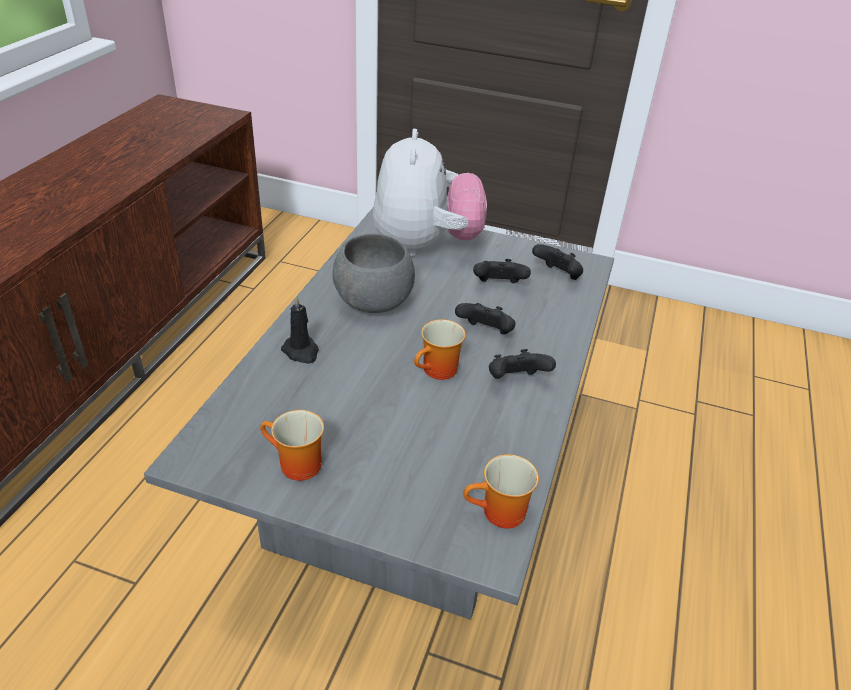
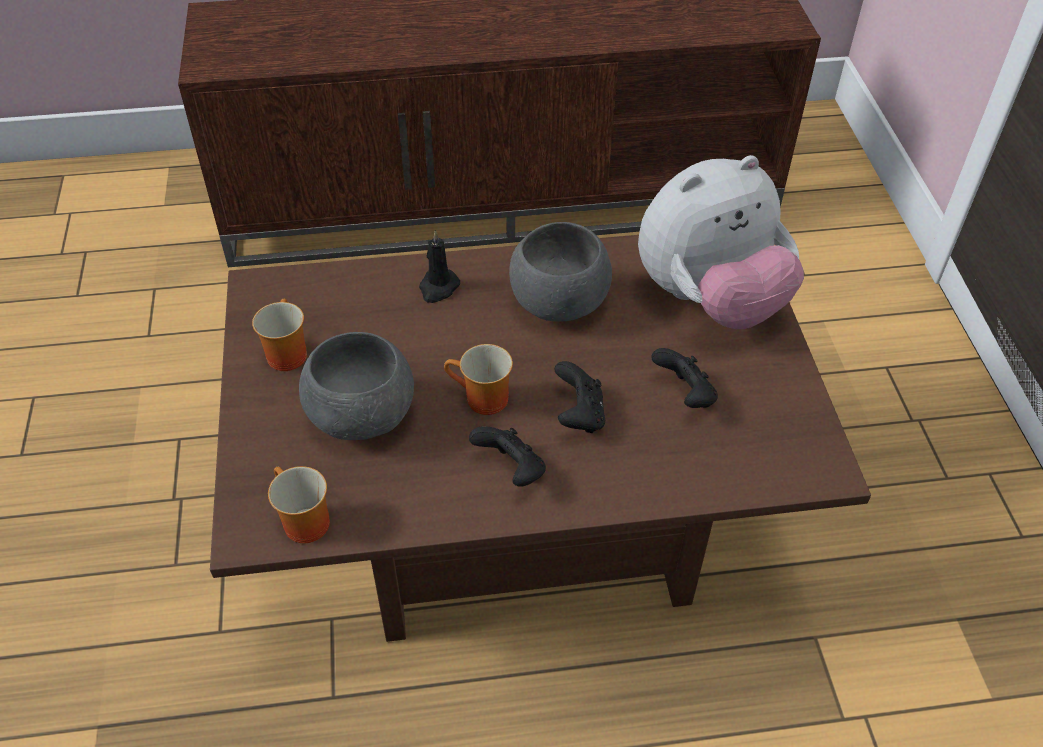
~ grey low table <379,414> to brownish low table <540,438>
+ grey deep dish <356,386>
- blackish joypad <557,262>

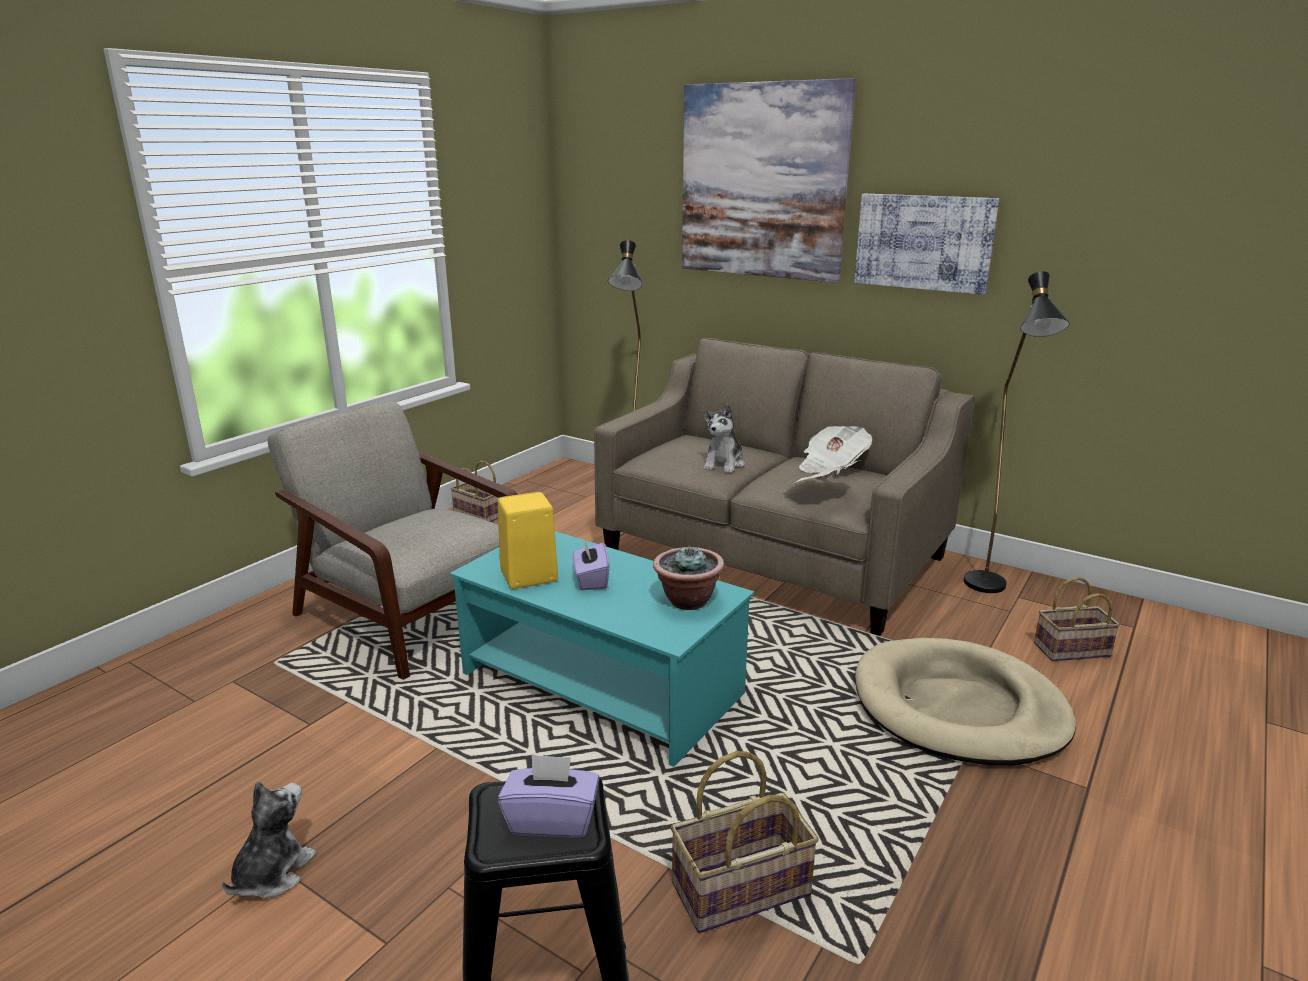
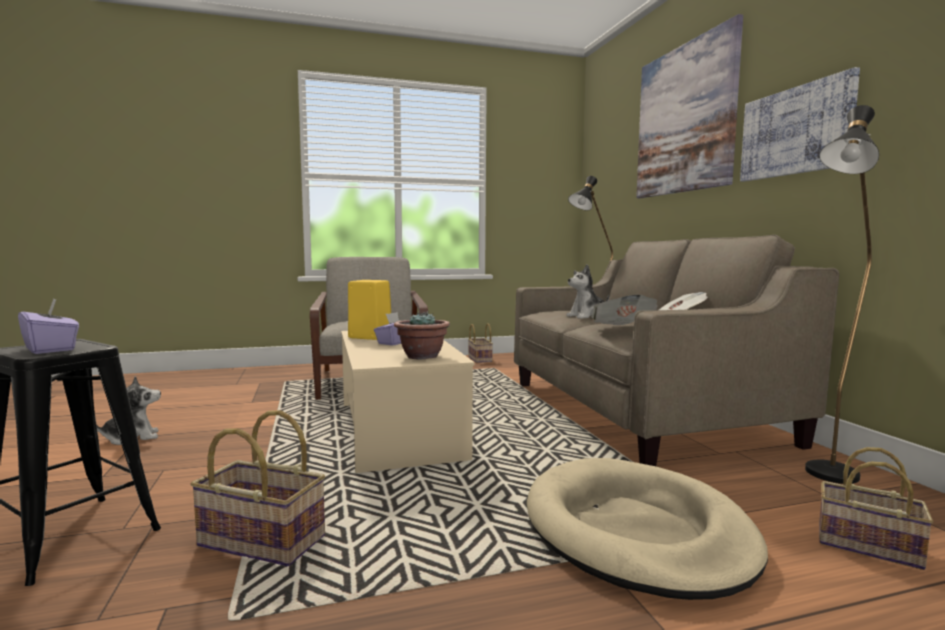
~ turquoise-coloured low table <602,649> to sand-coloured low table <408,402>

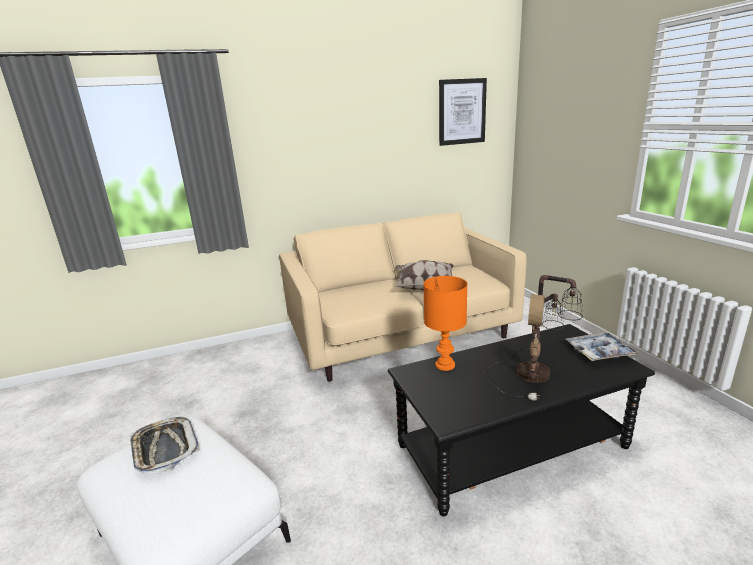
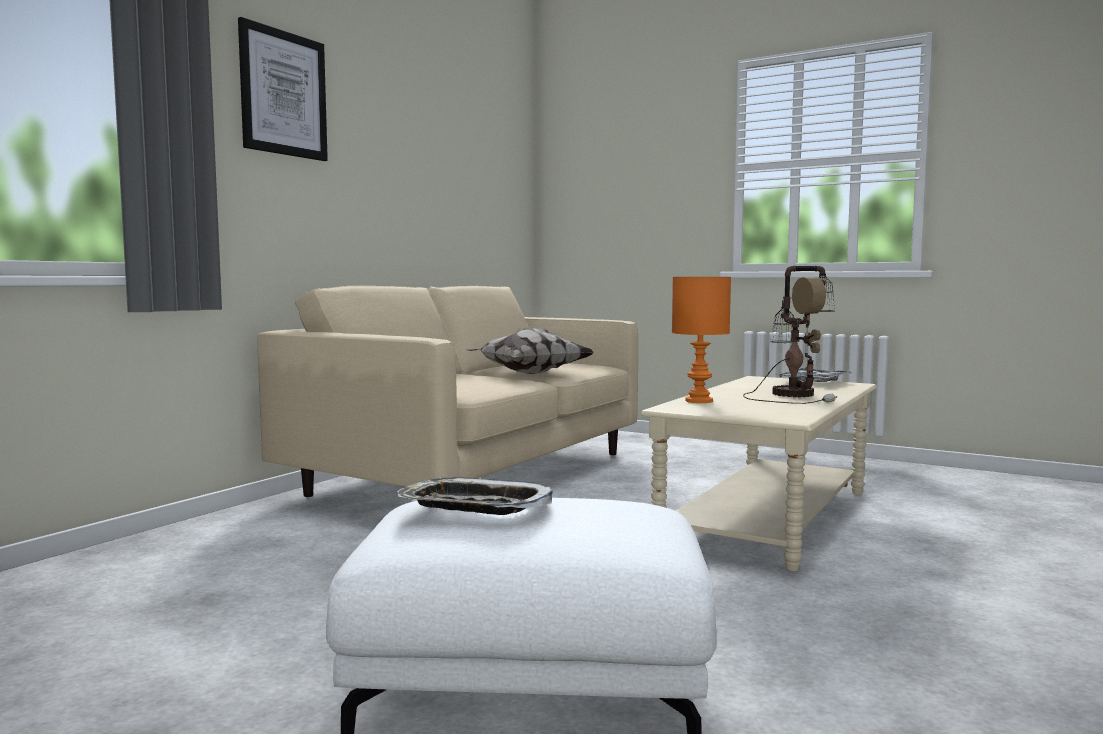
~ wall art <463,112> to <283,89>
~ blackish low table <521,420> to sand-coloured low table <758,473>

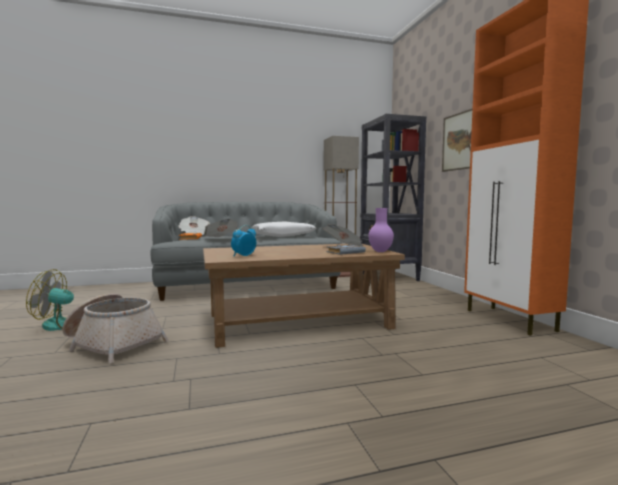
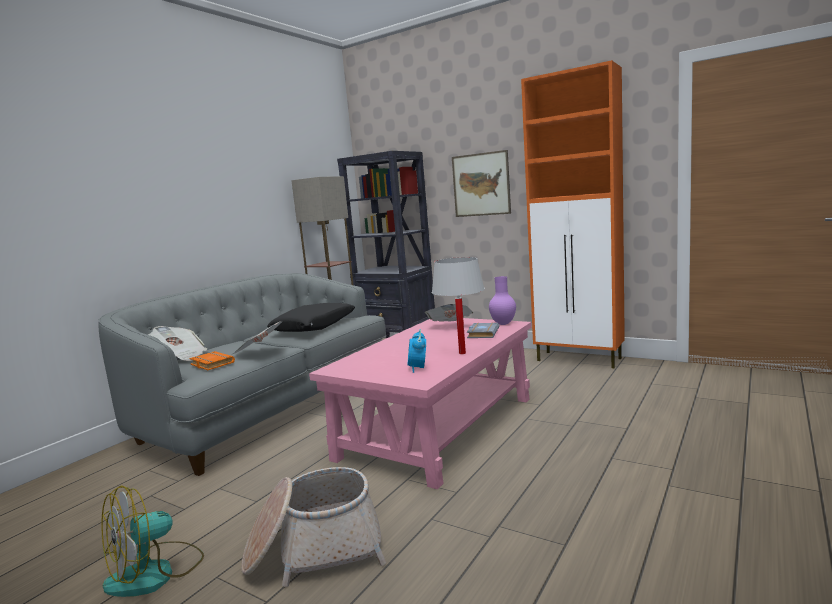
~ white-coloured throw pillow <283,229> to blackish throw pillow <311,317>
~ brownish low table <304,295> to pink-coloured low table <420,404>
+ white-coloured lamp for a table <458,305>

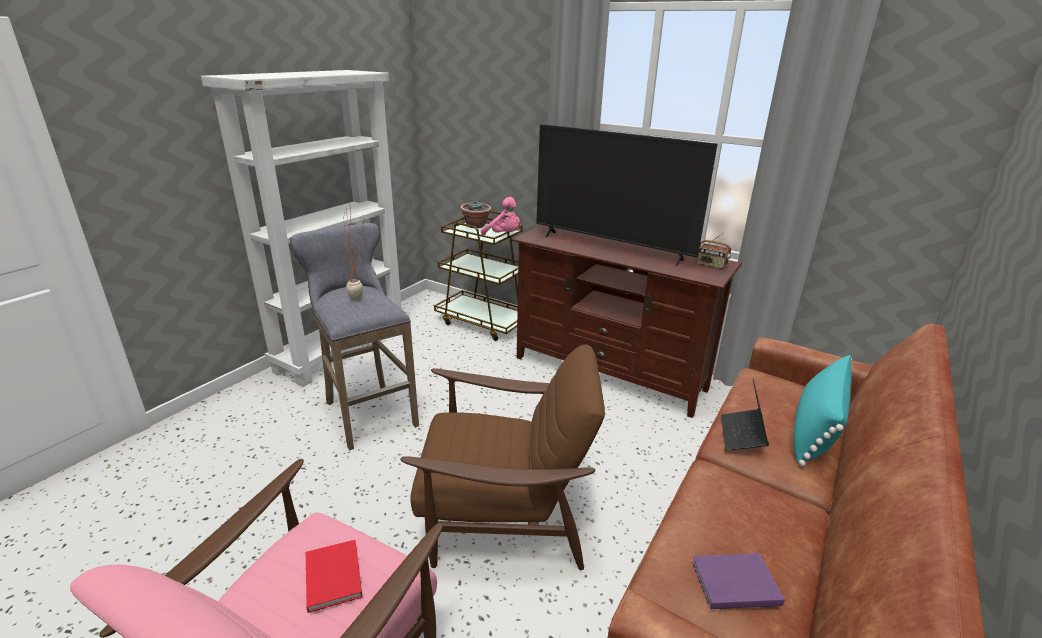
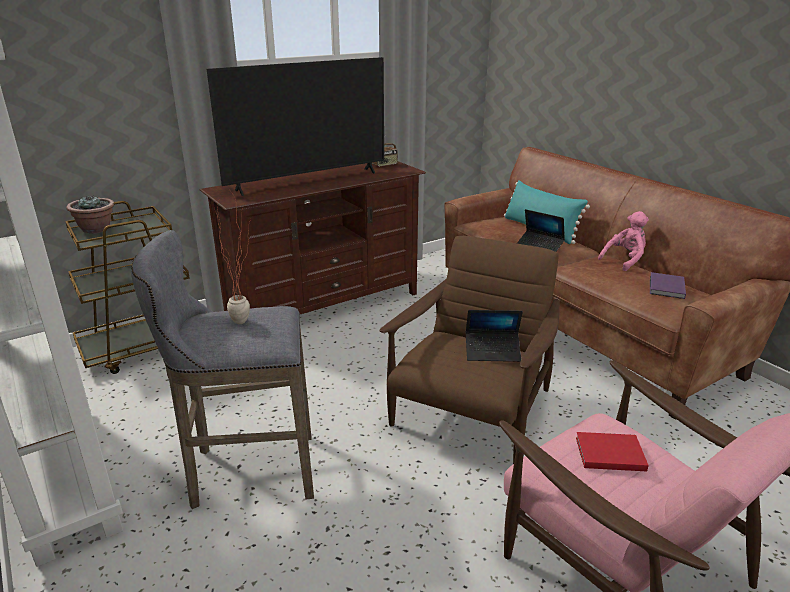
+ portable computer <494,336>
~ pink-coloured plush toy <500,216> to <623,241>

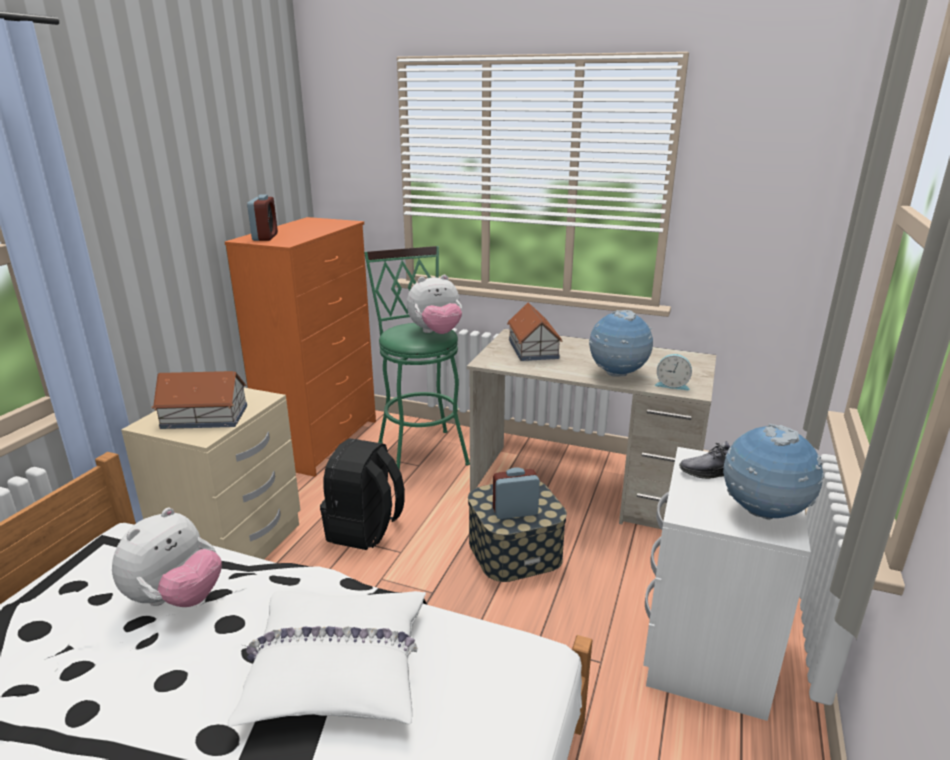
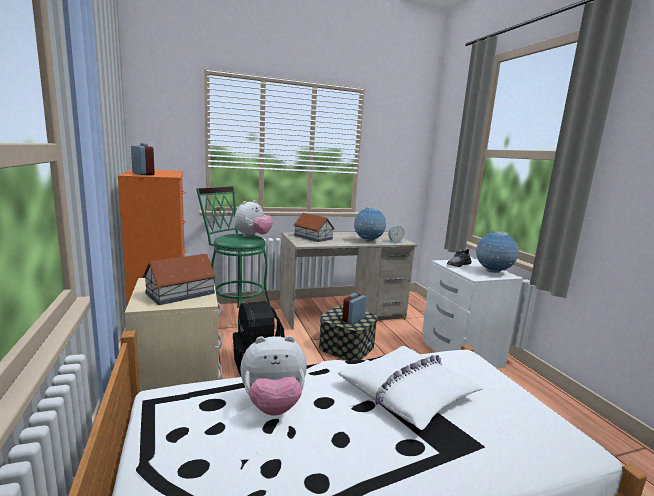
~ plush toy <167,557> = <273,376> 90 degrees clockwise

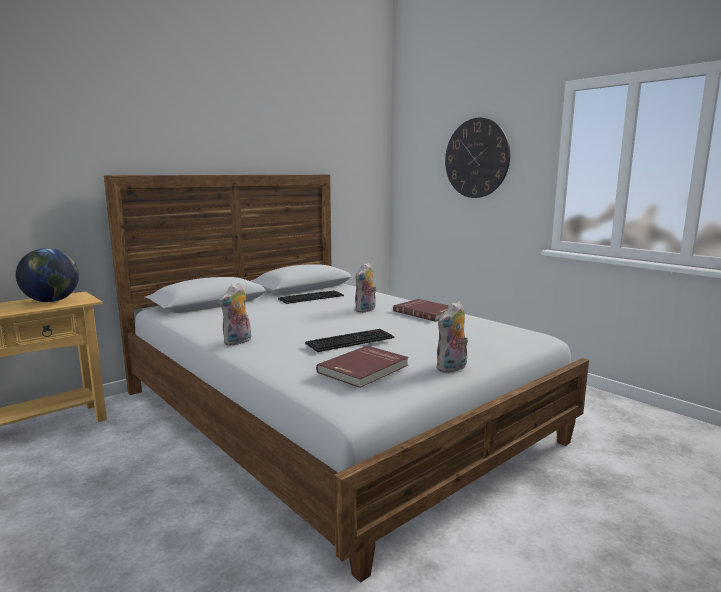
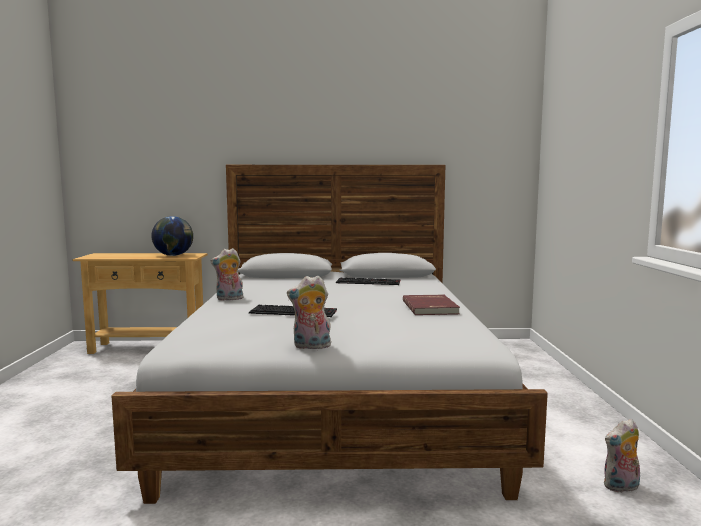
~ plush toy <365,287> to <622,456>
- red volume <362,367>
- clock on the wall <477,158>

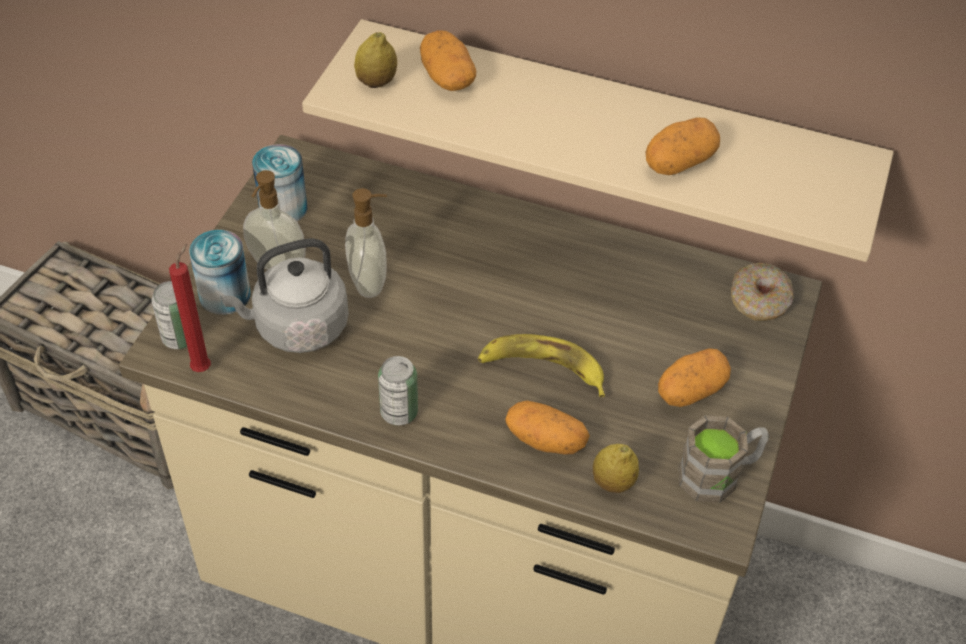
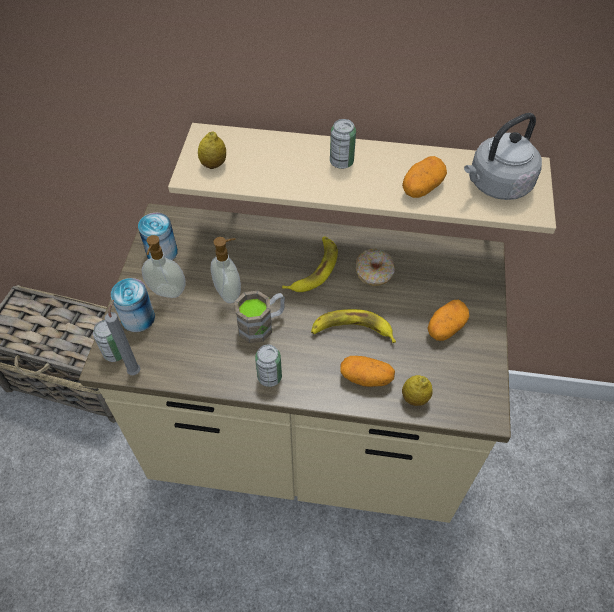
~ red wax candle <190,308> to grey wax candle <123,337>
~ brownish mug <724,459> to <260,317>
+ whole banana <310,264>
+ can <343,144>
~ ring doughnut <762,292> to <375,267>
~ grey kettle <285,295> to <503,156>
- whole potato <448,60>

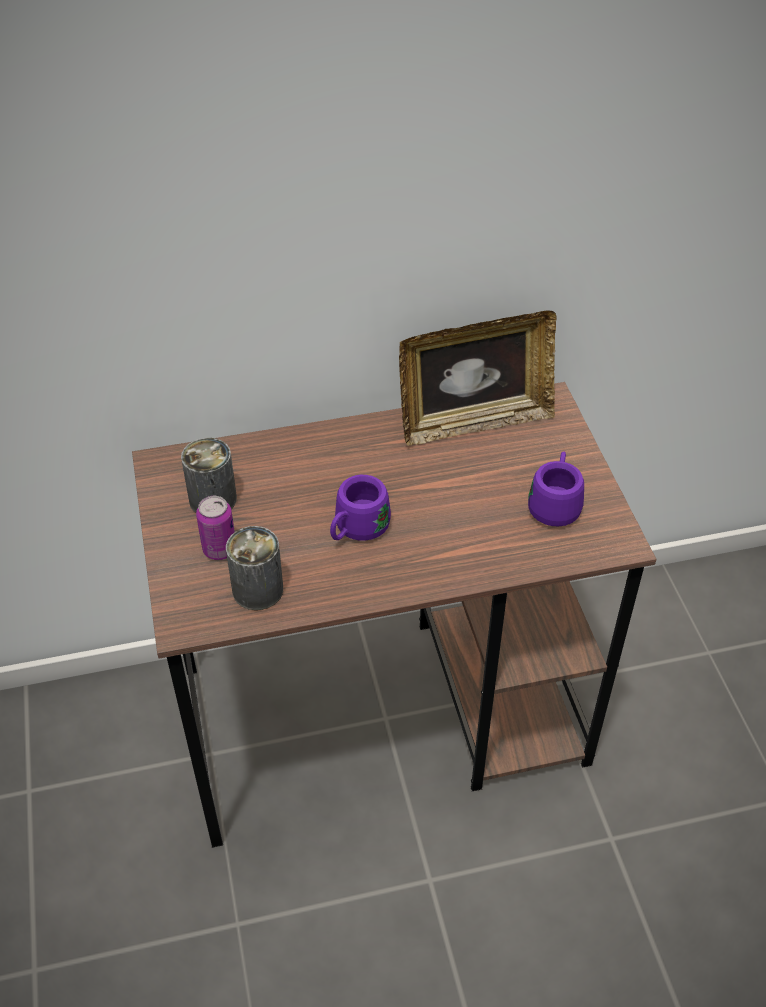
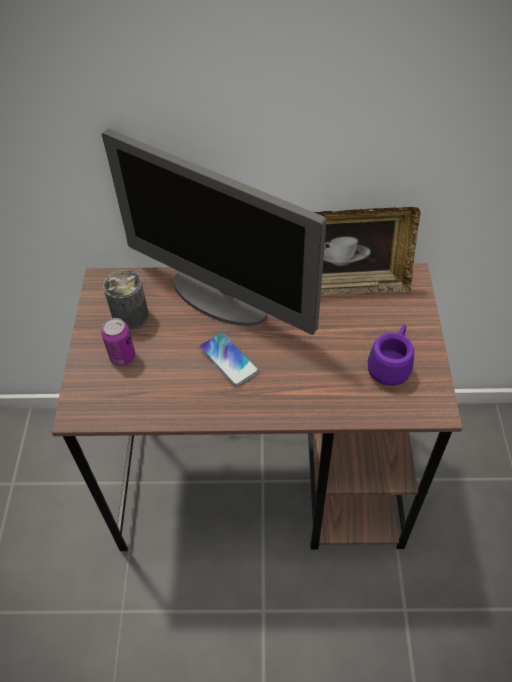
+ computer screen <214,232>
~ purplish mug <360,508> to handset <229,359>
- can <254,568>

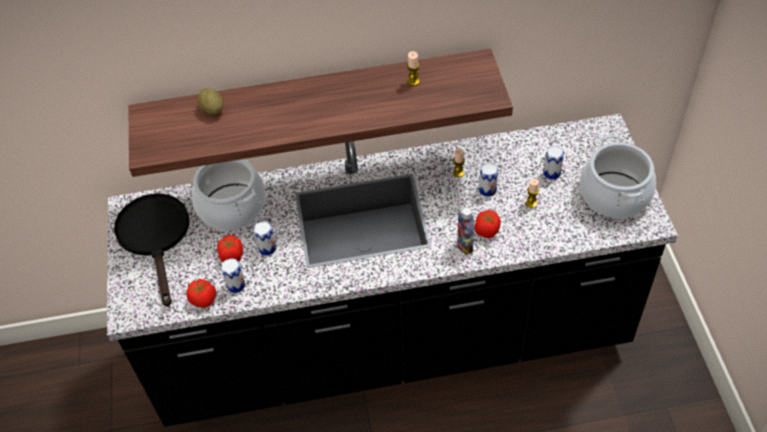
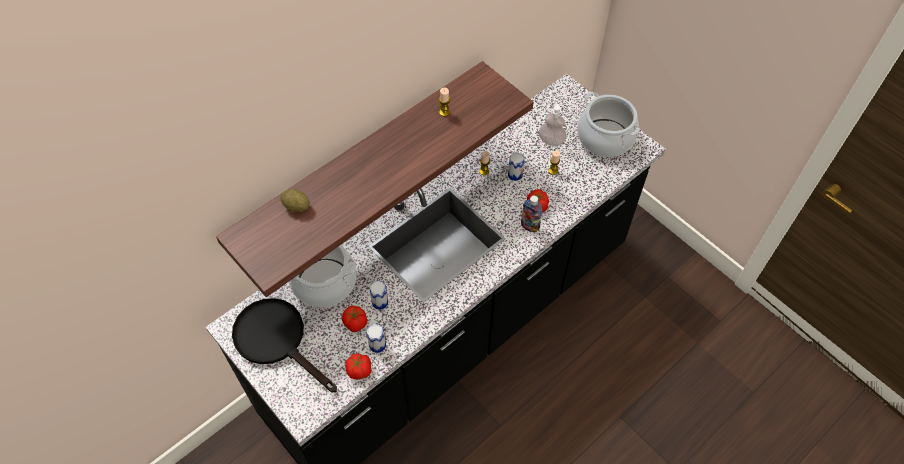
~ can <553,163> to soap bottle <552,125>

